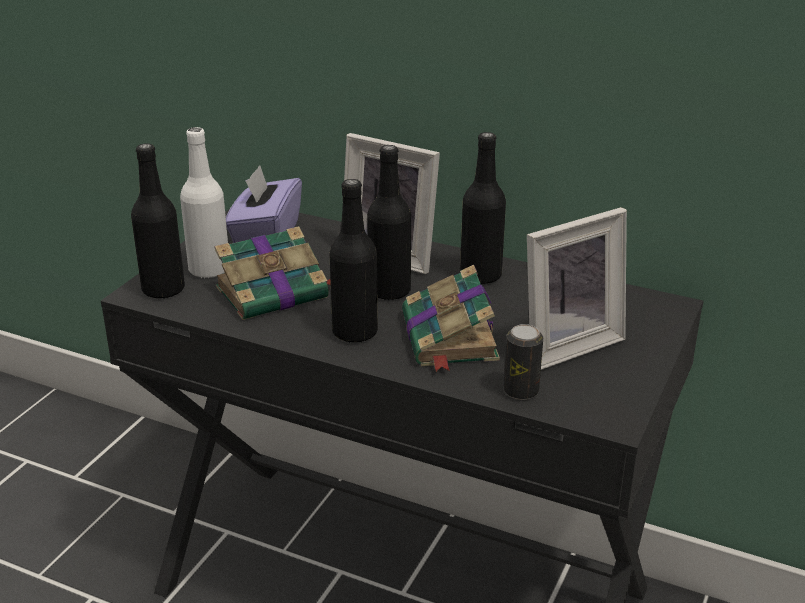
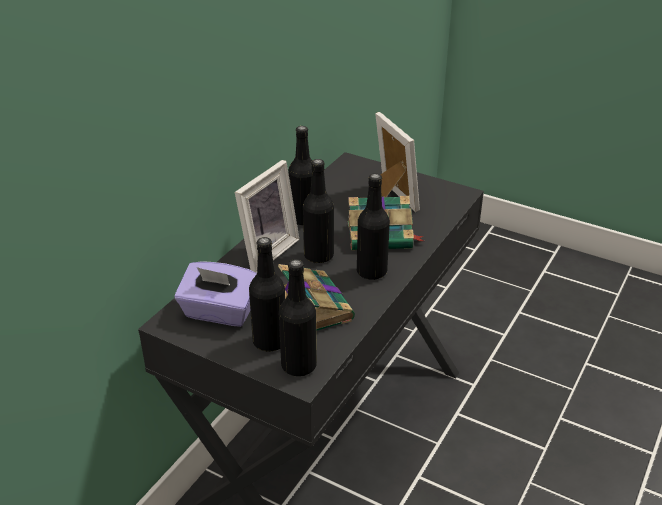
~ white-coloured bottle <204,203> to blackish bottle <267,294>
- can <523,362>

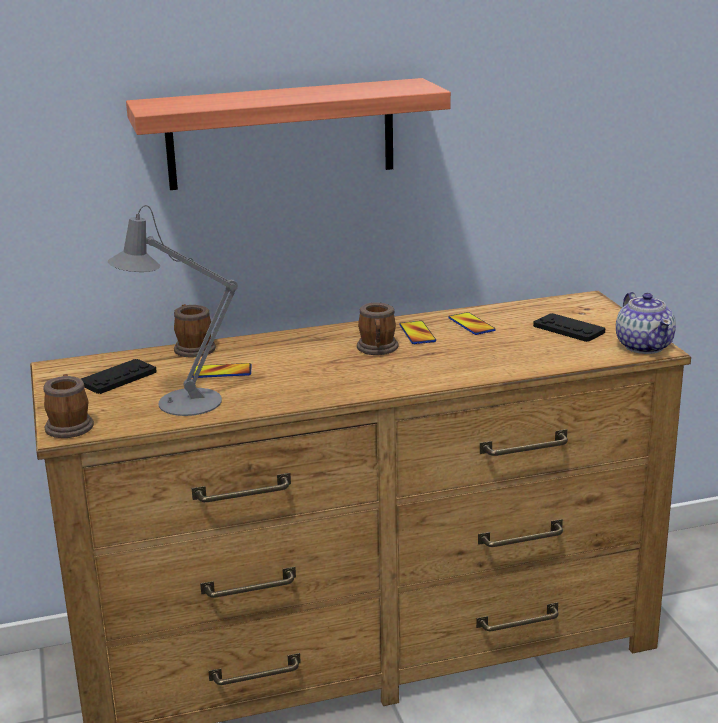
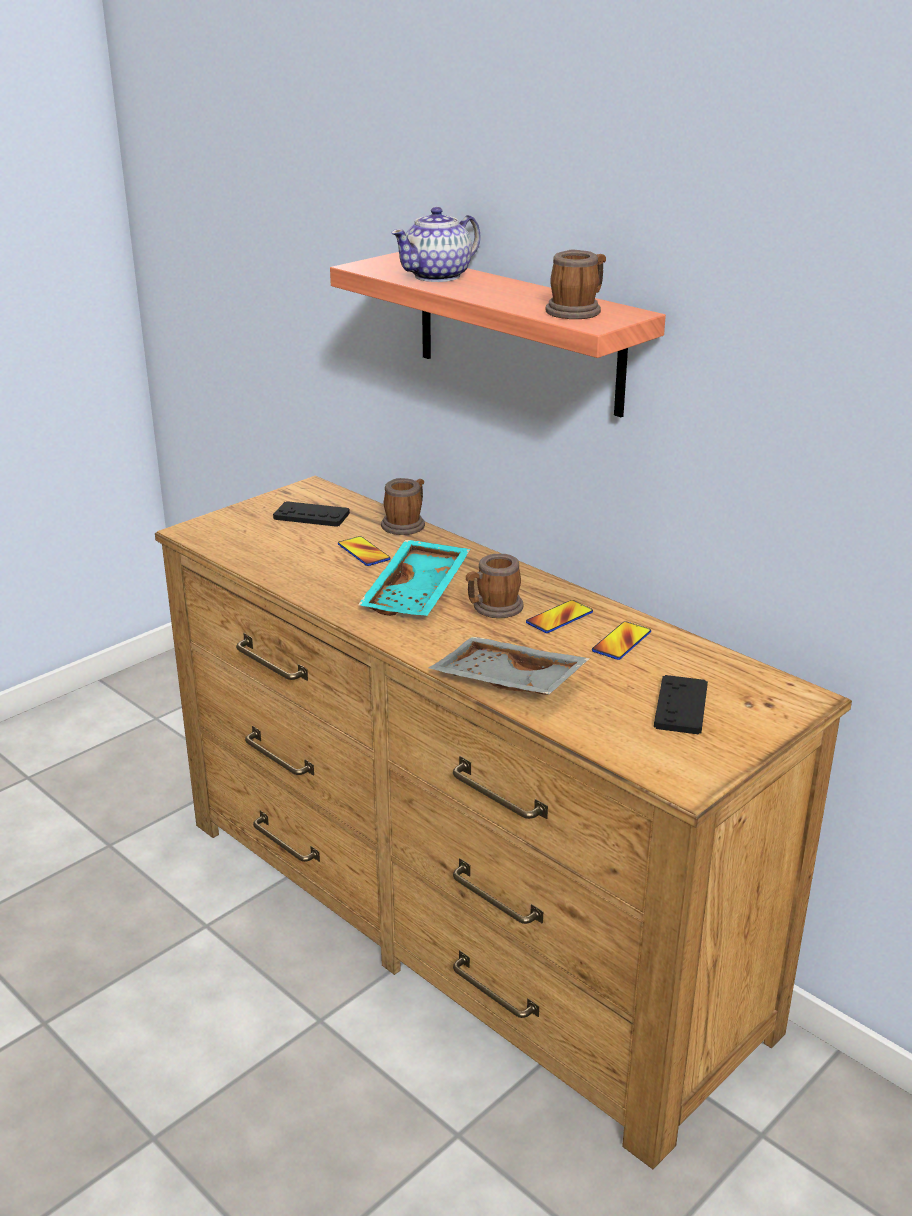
+ turquoise-coloured tray <414,577>
~ tea pot <646,323> to <436,244>
+ grey tray <509,666>
~ mug <68,406> to <575,284>
- grey lamp for a table <173,310>

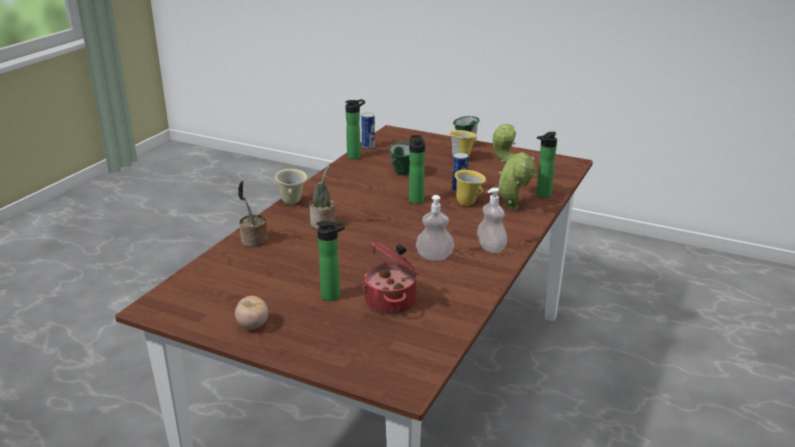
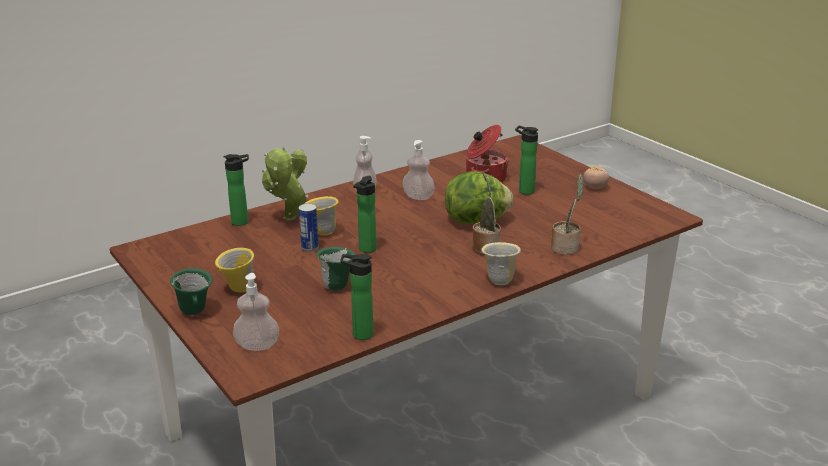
+ soap bottle <256,312>
+ lettuce head <479,197>
- can <368,130>

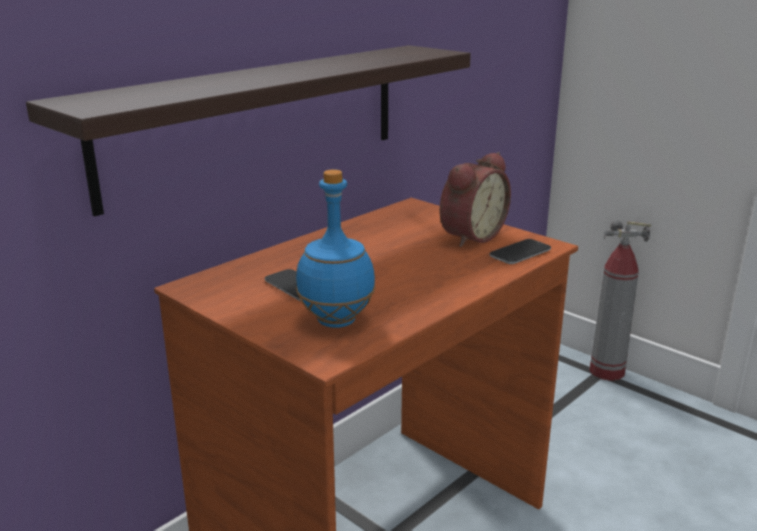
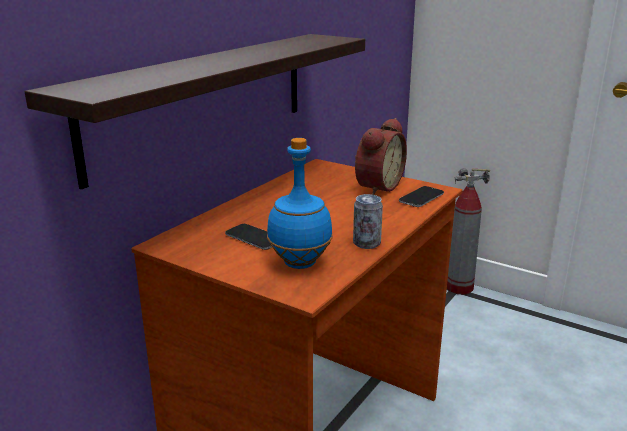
+ can <368,221>

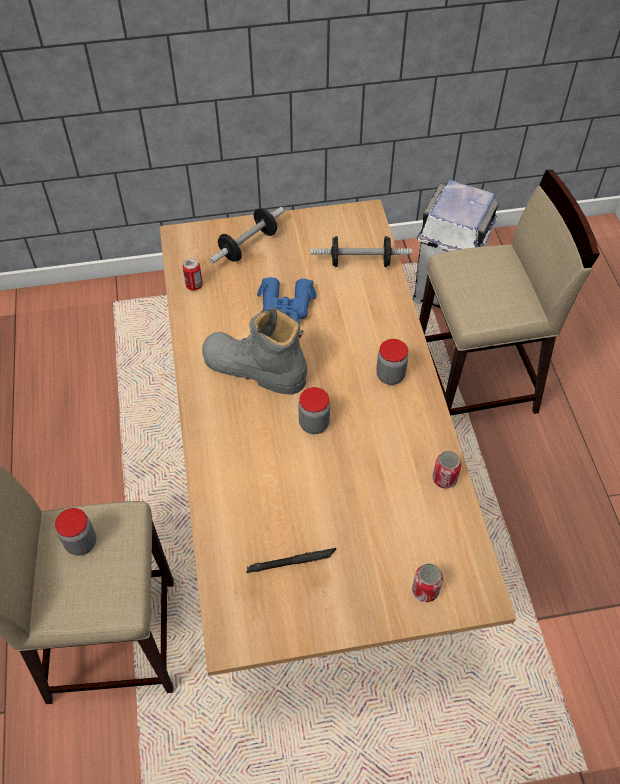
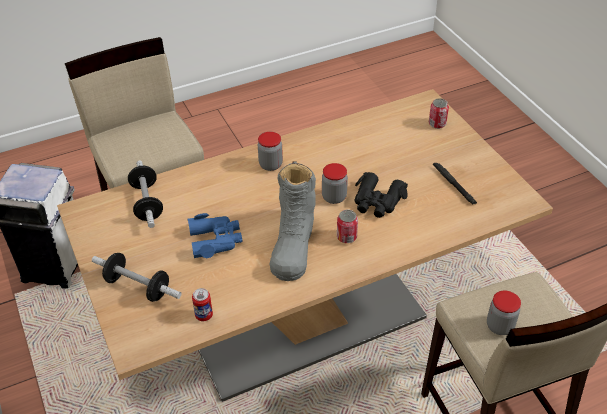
~ can <447,470> to <347,226>
+ blackish field glasses <381,195>

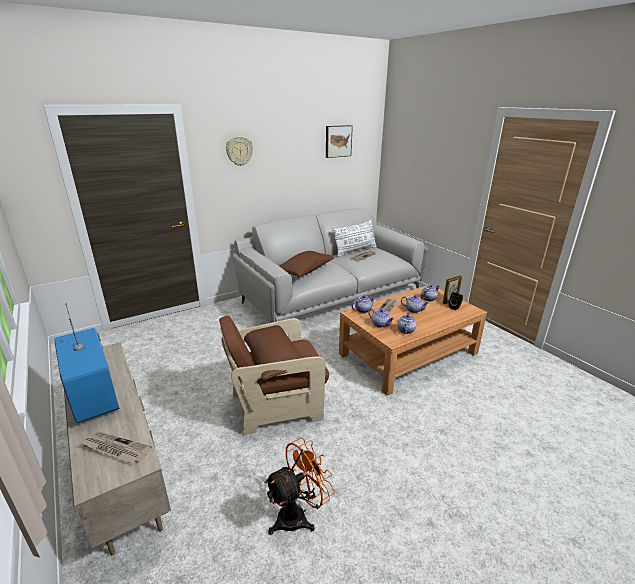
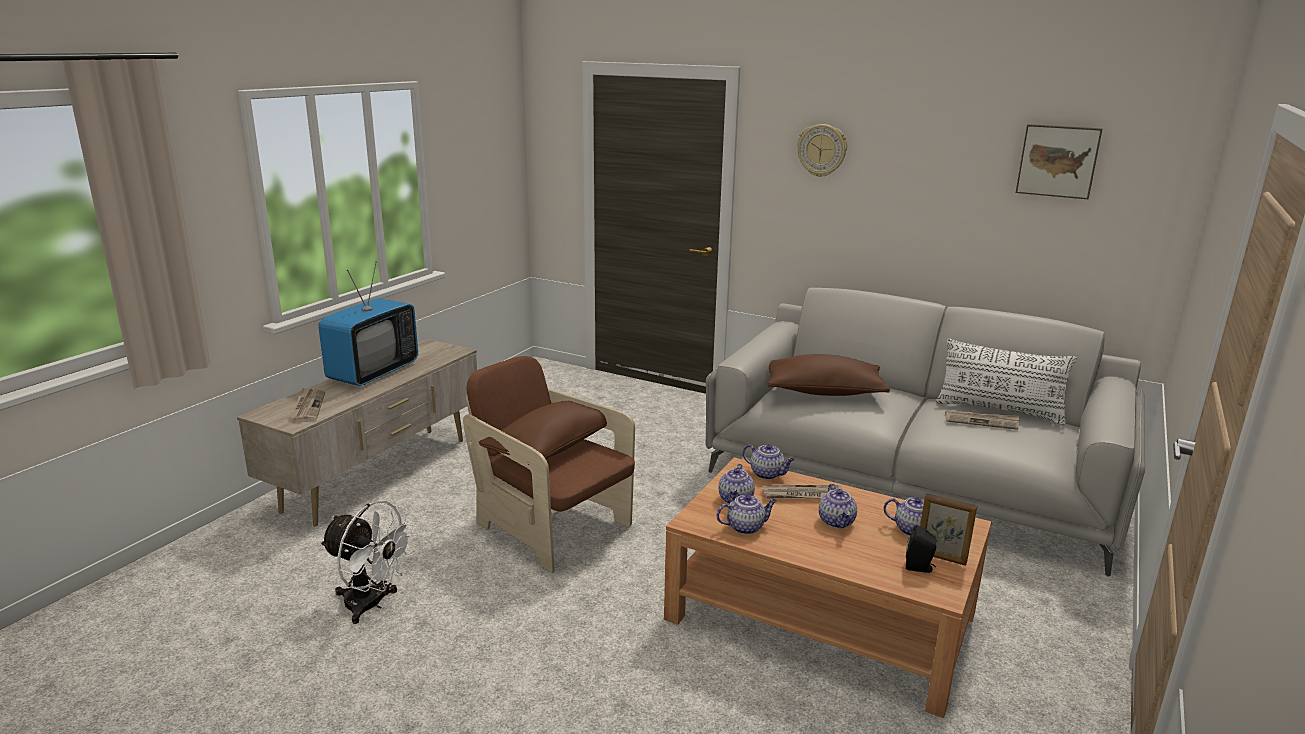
~ orangey cooling fan <299,486> to white-coloured cooling fan <368,562>

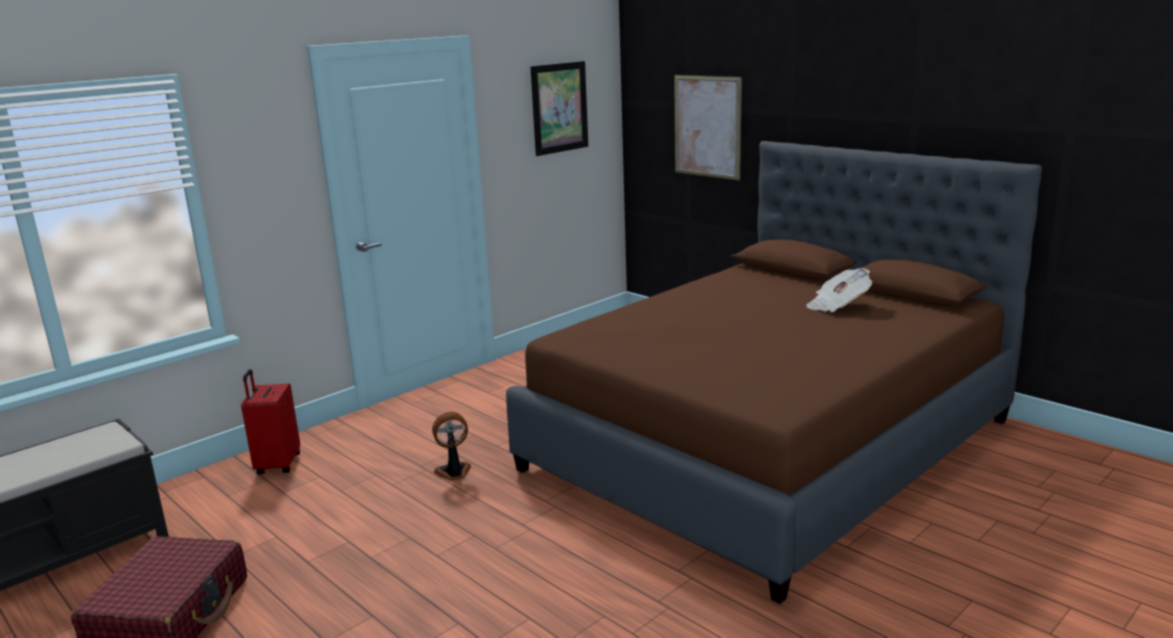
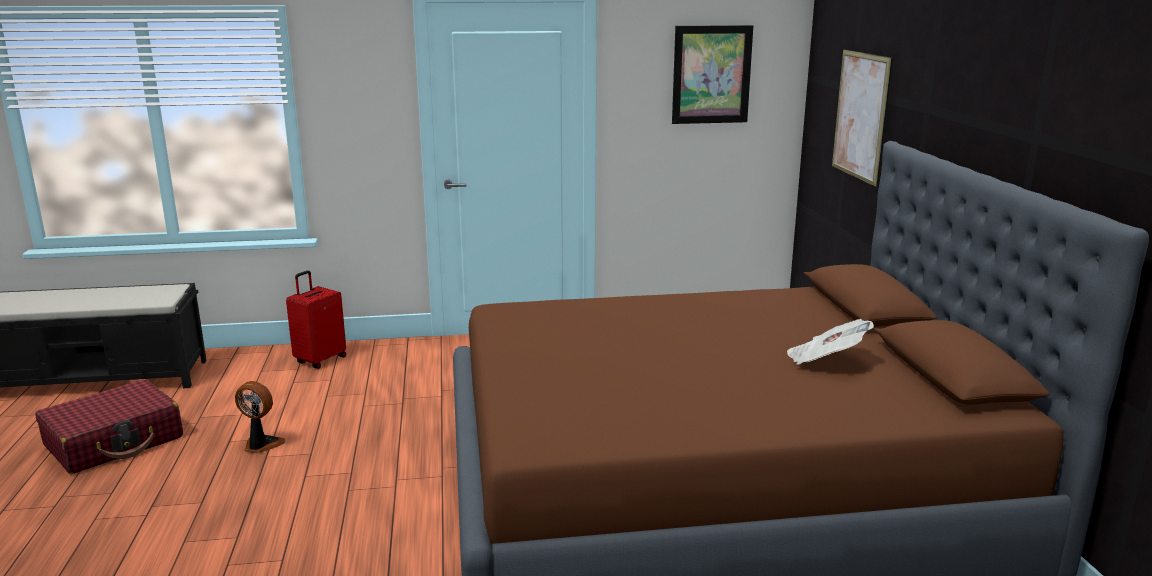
~ cooling fan <451,446> to <260,417>

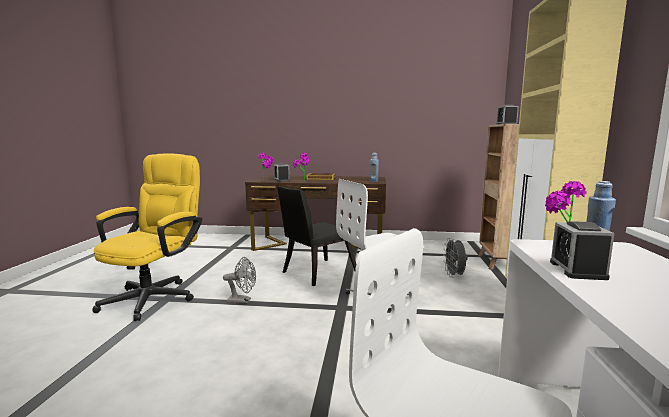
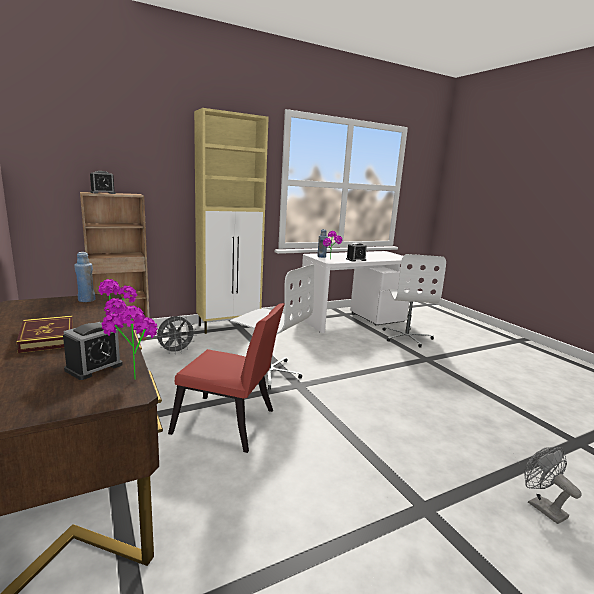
~ blackish upright chair <316,236> to red upright chair <226,378>
~ grey cooling fan <239,280> to <553,485>
- yellow office chair <147,237>

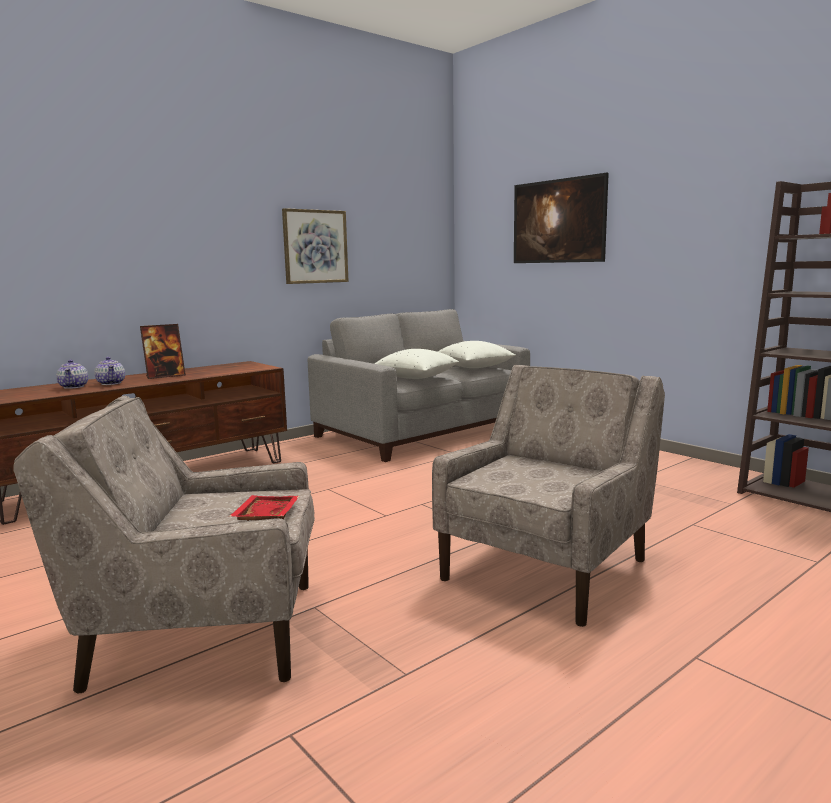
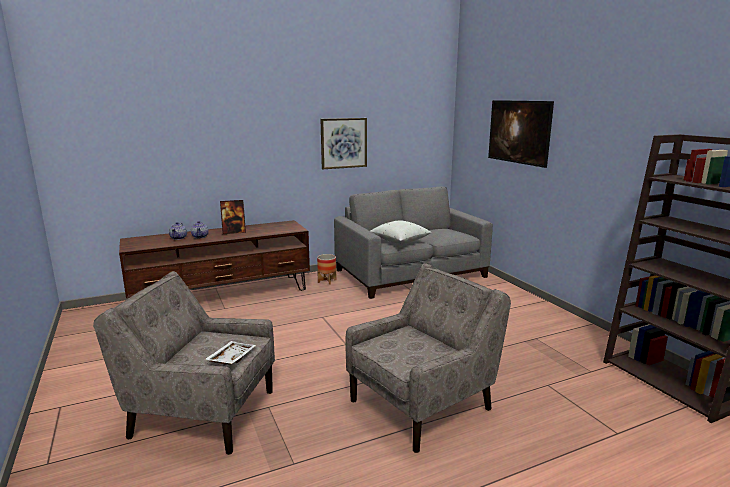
~ red tray <263,508> to white-coloured tray <231,353>
+ flower pot <326,269>
- white-coloured throw pillow <477,354>

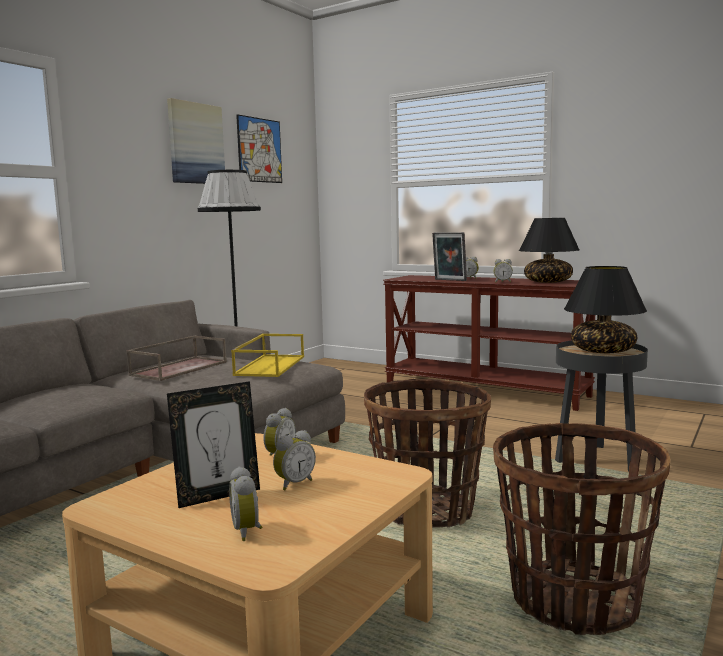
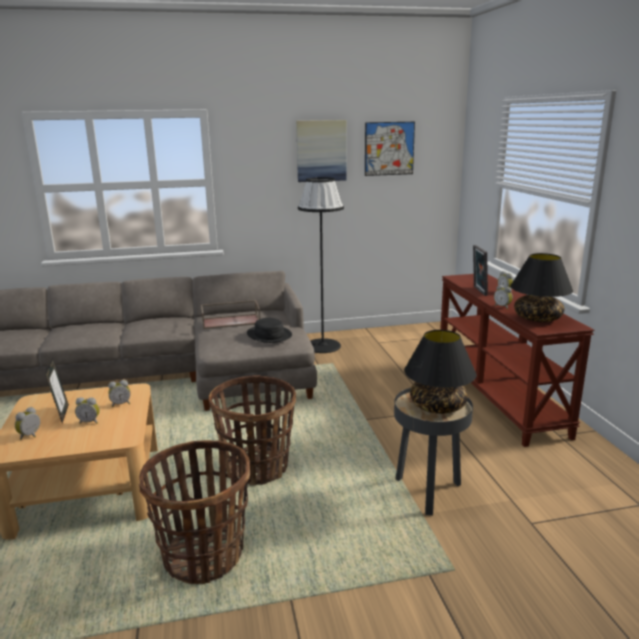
~ photo frame <213,444> = <57,390> 120 degrees counterclockwise
~ yellow tray <267,355> to blackish wearable hat <269,330>

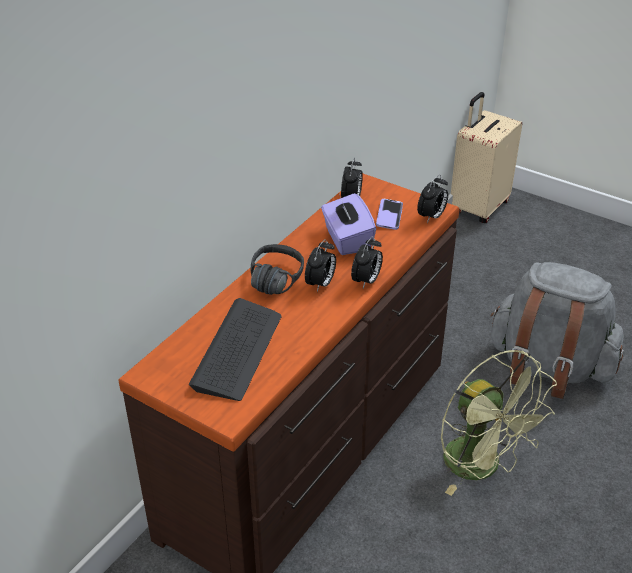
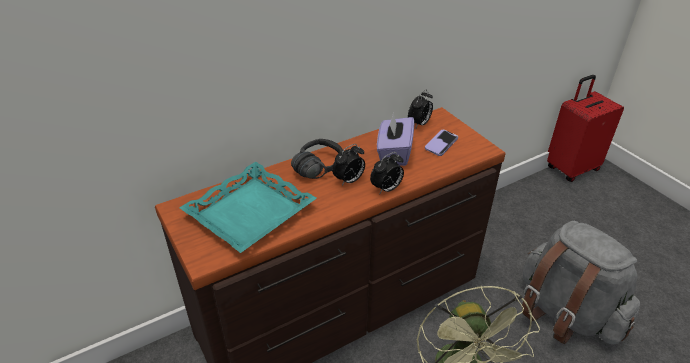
~ keyboard <235,349> to turquoise-coloured tray <248,207>
~ sand-coloured suitcase <486,157> to red suitcase <585,128>
- alarm clock <432,199>

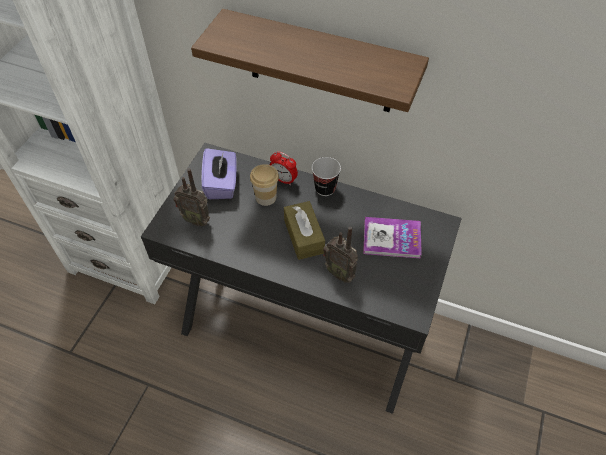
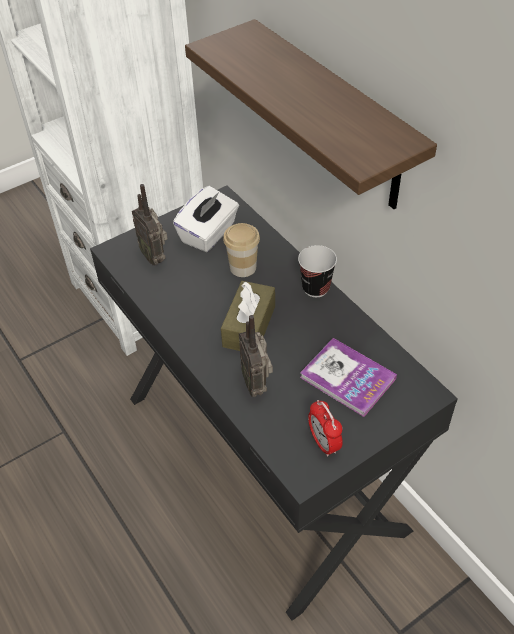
~ purplish box of tissues <219,173> to white-coloured box of tissues <206,219>
~ alarm clock <284,168> to <325,428>

